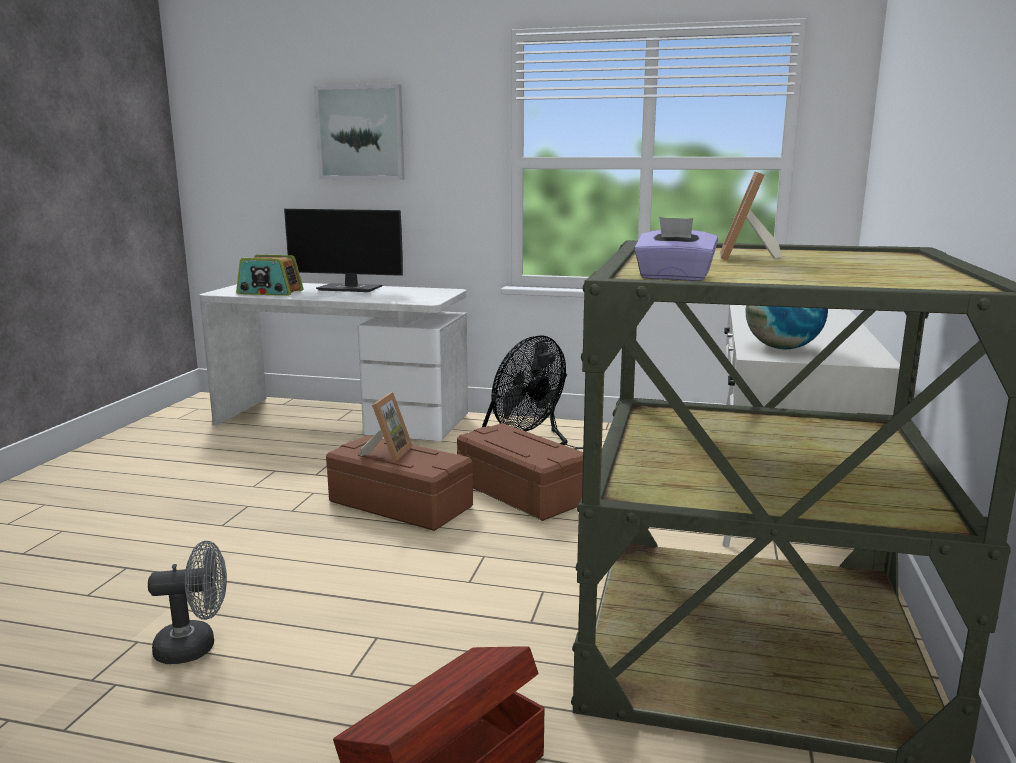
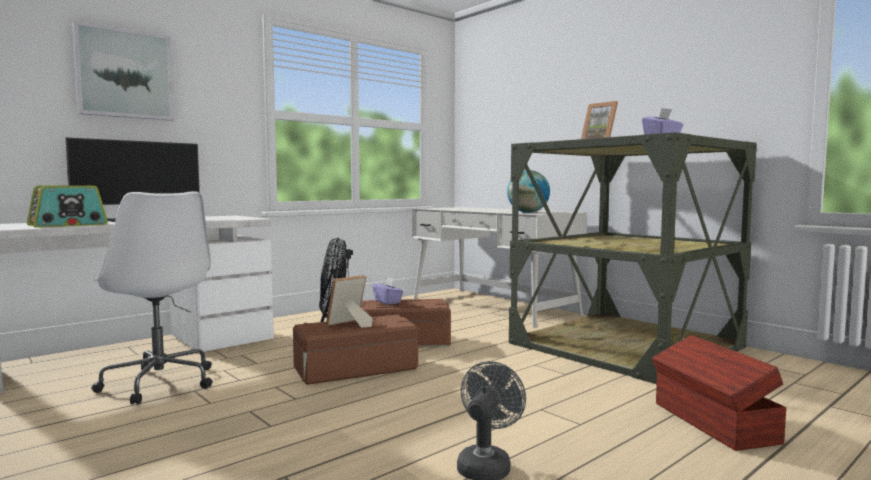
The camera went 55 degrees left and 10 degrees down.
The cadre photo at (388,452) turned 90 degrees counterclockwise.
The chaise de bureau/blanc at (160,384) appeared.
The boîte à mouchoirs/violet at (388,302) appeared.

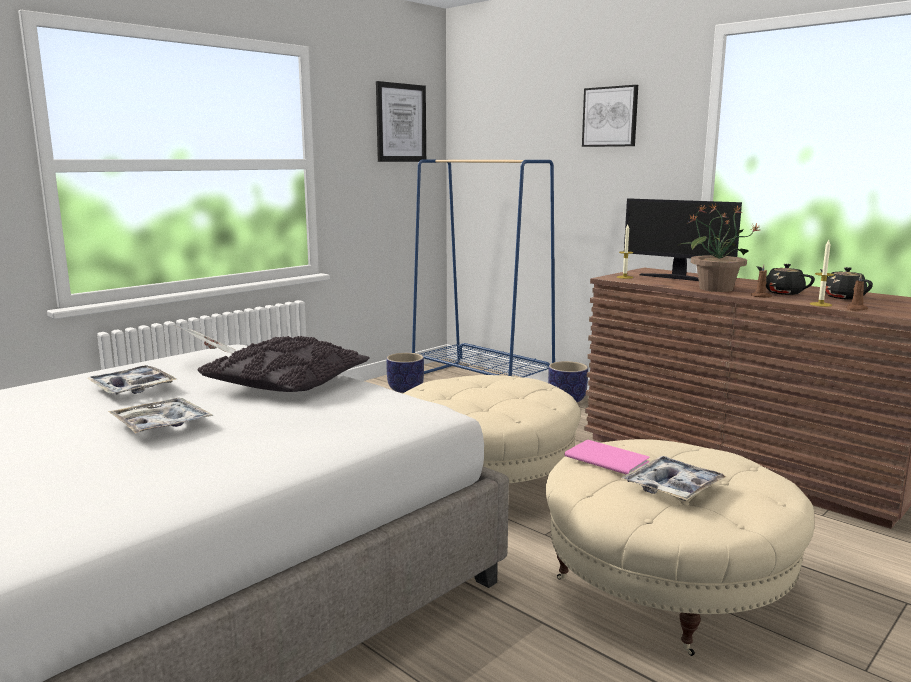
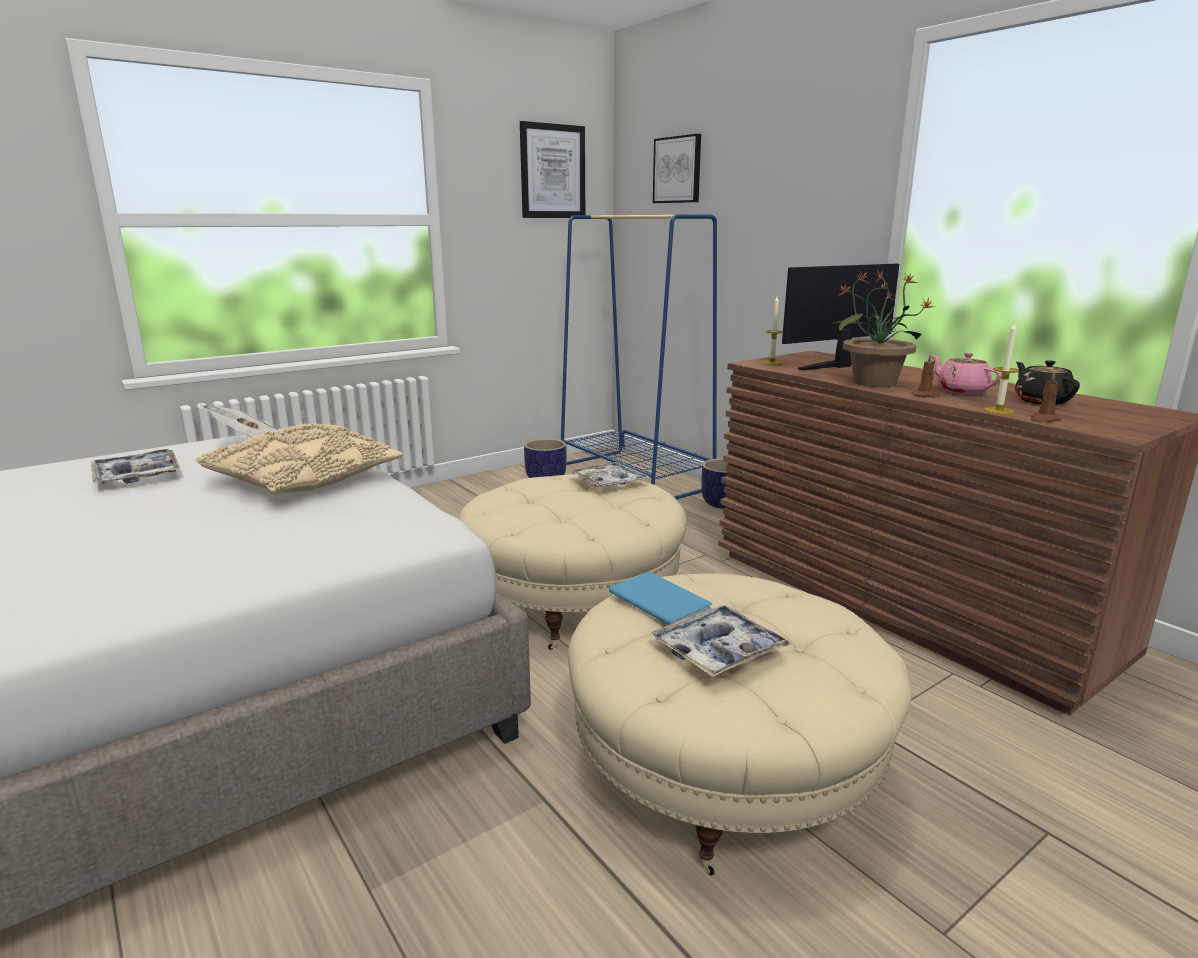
The camera went 10 degrees right and 5 degrees up.
The tableau moved from (610,117) to (678,170).
The écran d'ordinateur at (677,278) turned 105 degrees clockwise.
The théière/noir at (783,292) became the théière/rose at (961,391).
The coussin/noir at (286,384) became the coussin/beige at (303,480).
The plateau moved from (161,425) to (609,482).
The livre/rose at (606,458) became the livre/bleu at (660,599).

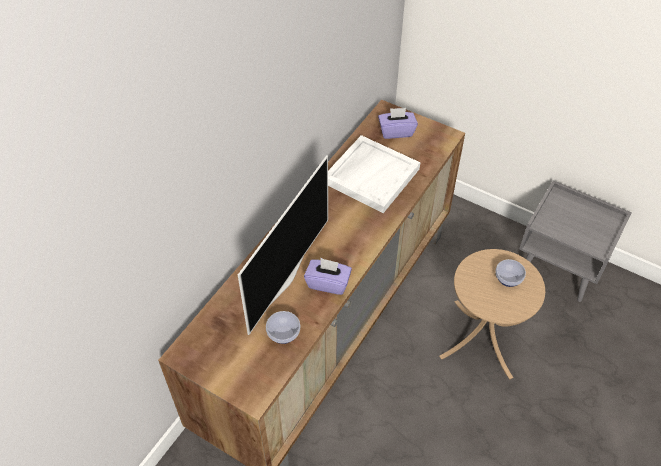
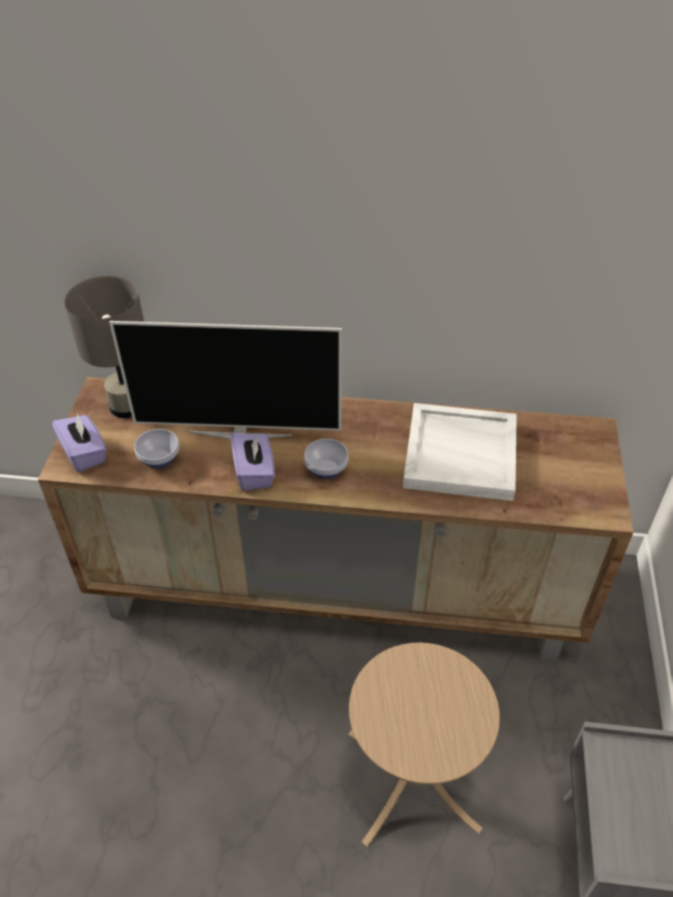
The camera went 65 degrees right and 5 degrees down.
The boîte à mouchoirs/violet moved from (396,131) to (84,453).
The bol moved from (508,280) to (325,470).
The lampe de table/gris at (126,405) appeared.

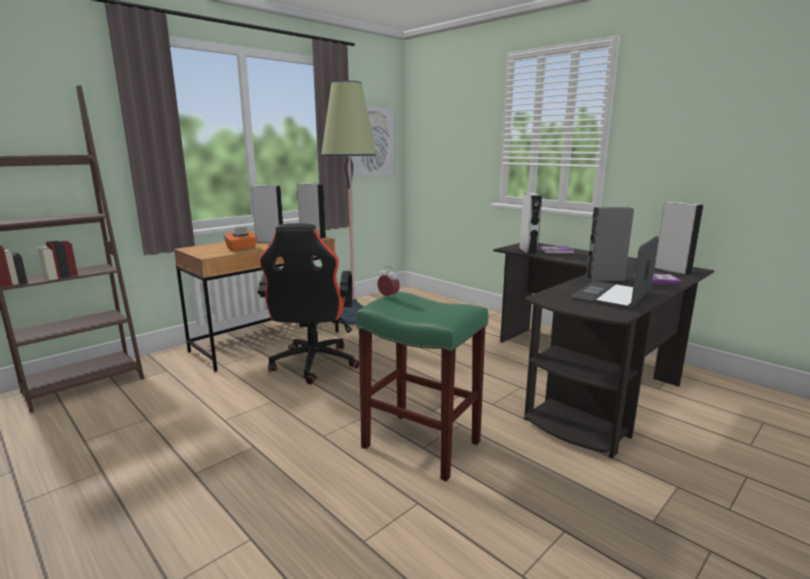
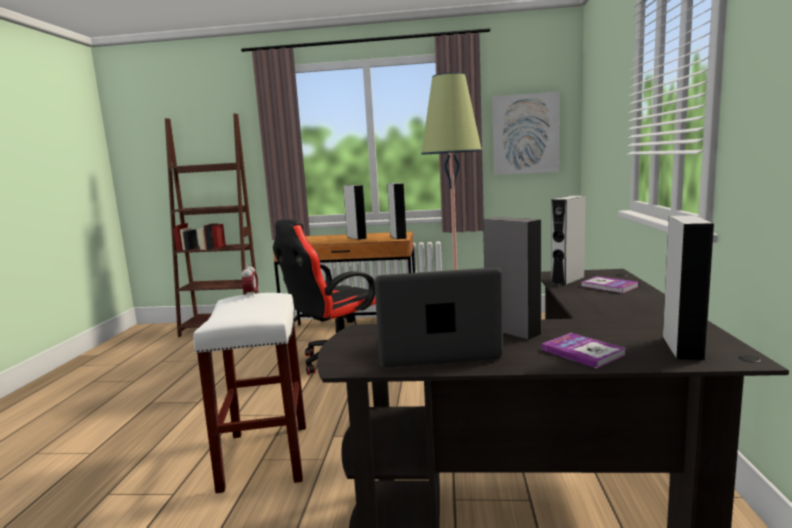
The camera went 50 degrees right and 5 degrees down.
The boîte à mouchoirs/orange at (241,249) disappeared.
The tabouret/vert at (419,444) became the tabouret/blanc at (264,456).

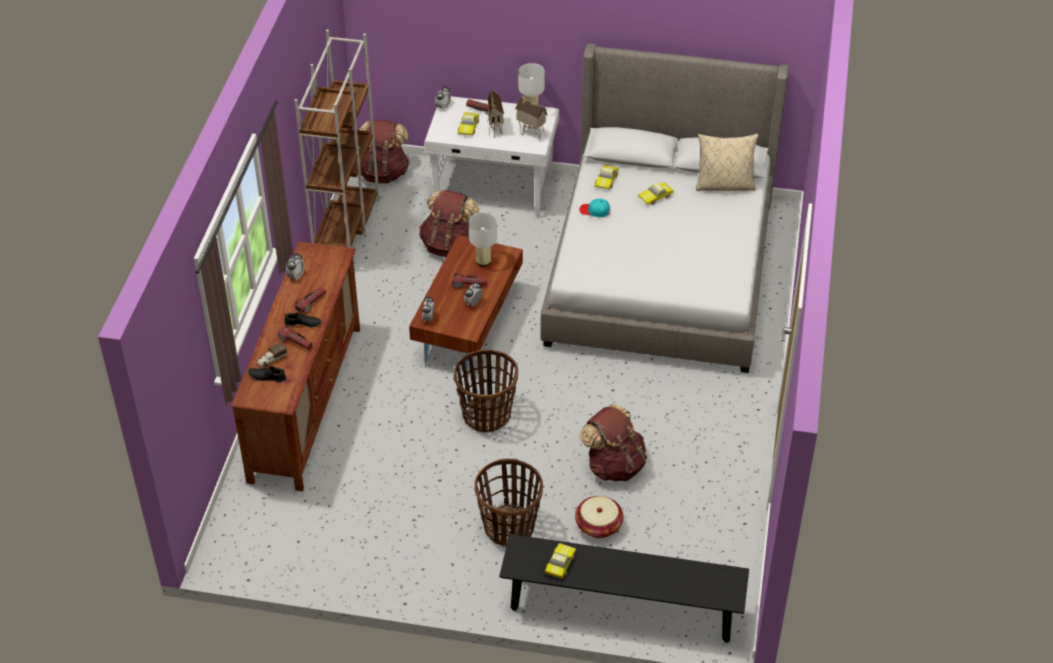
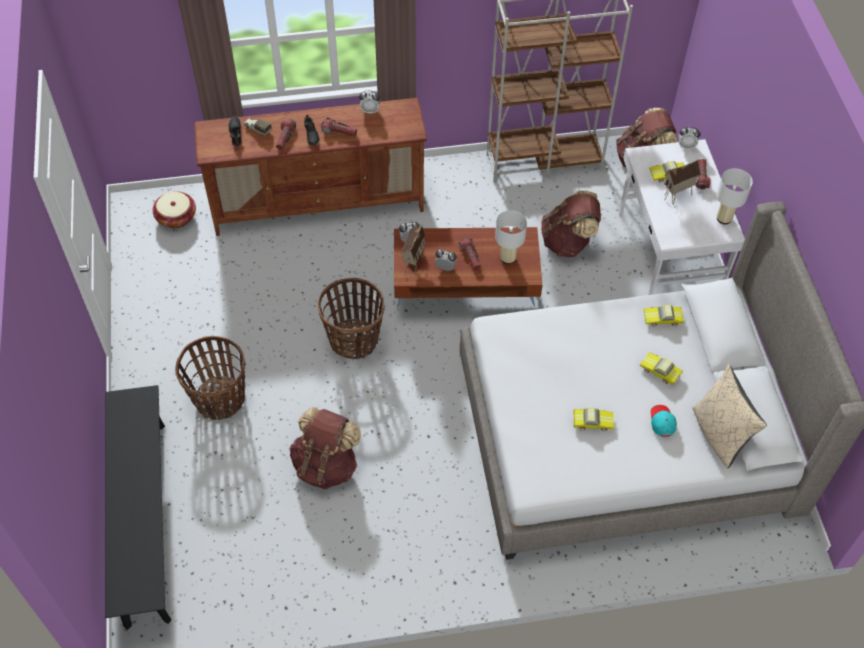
The camera went 70 degrees right and 10 degrees up.
The maison miniature moved from (531,135) to (412,264).
The casquette/turquoise moved from (595,211) to (662,422).
The panier moved from (598,525) to (176,217).
The petite voiture moved from (559,563) to (592,421).

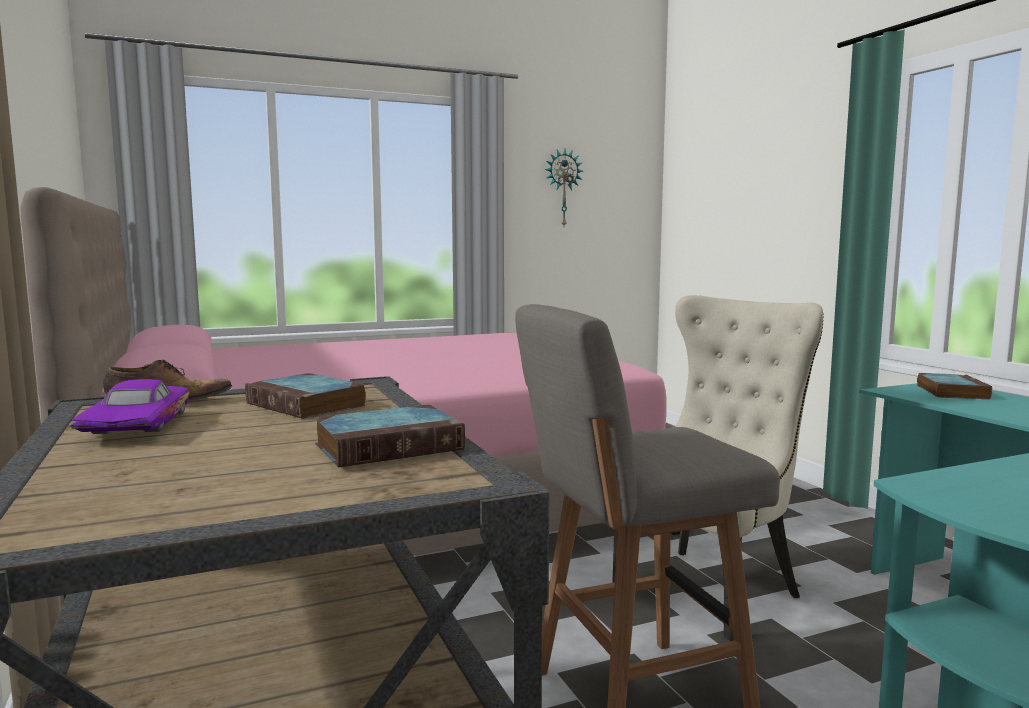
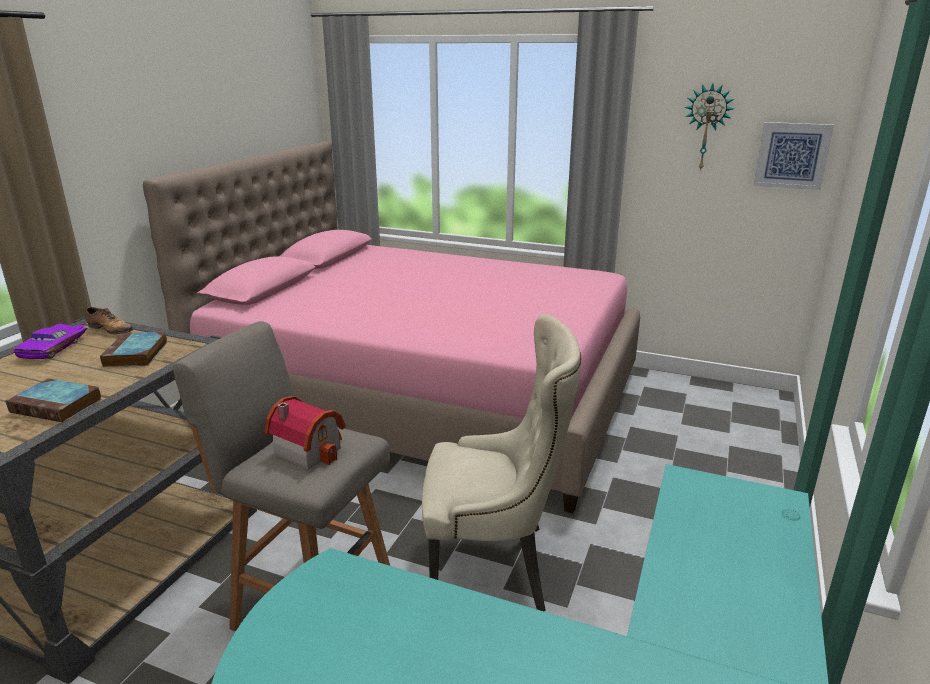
The camera went 45 degrees right and 15 degrees up.
The livre at (950,391) disappeared.
The petite voiture/violet at (132,426) turned 150 degrees clockwise.
The tableau at (792,155) appeared.
The maison miniature at (309,449) appeared.

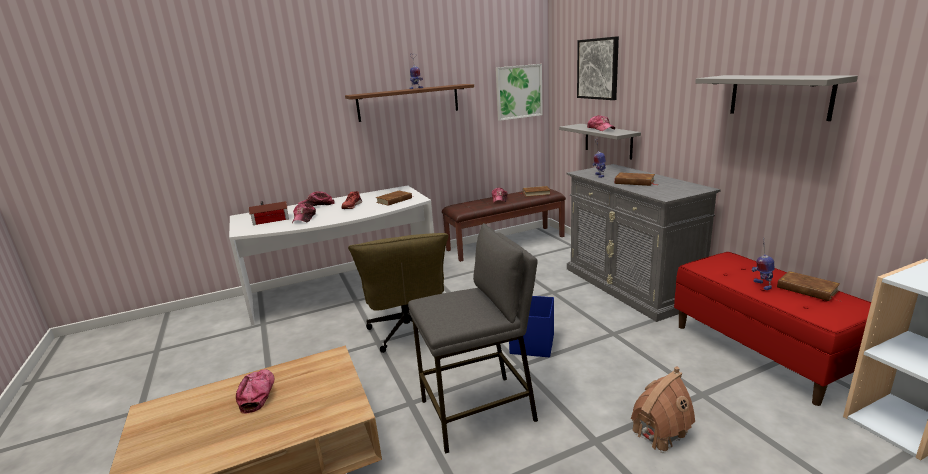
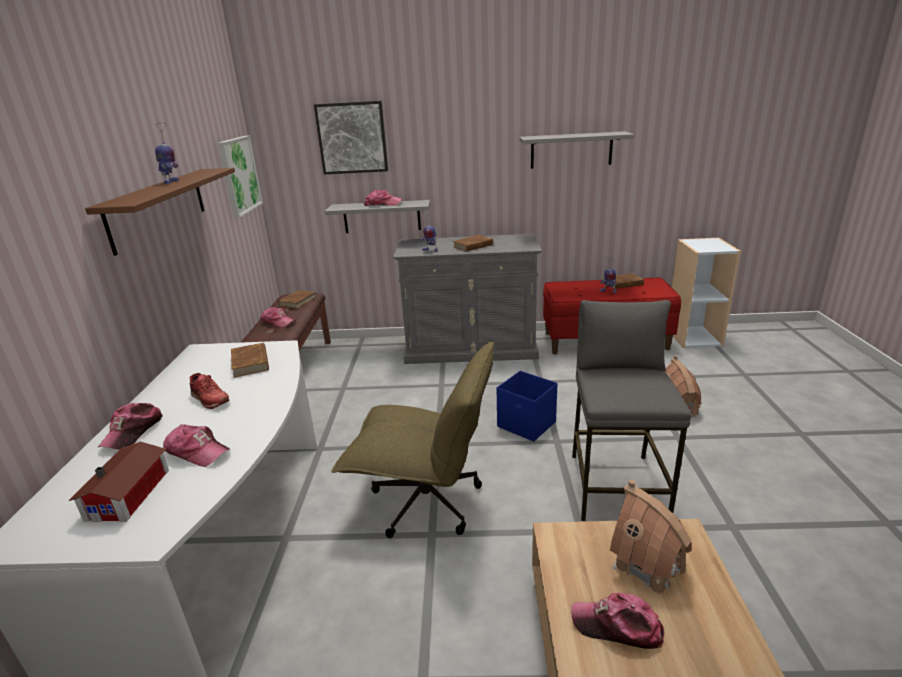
The camera went 65 degrees left and 5 degrees up.
The maison miniature at (648,565) appeared.

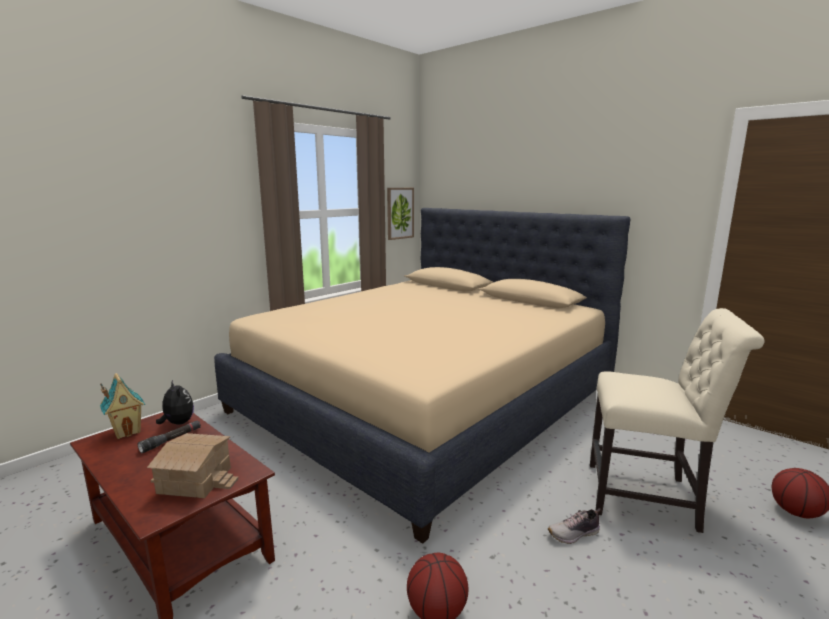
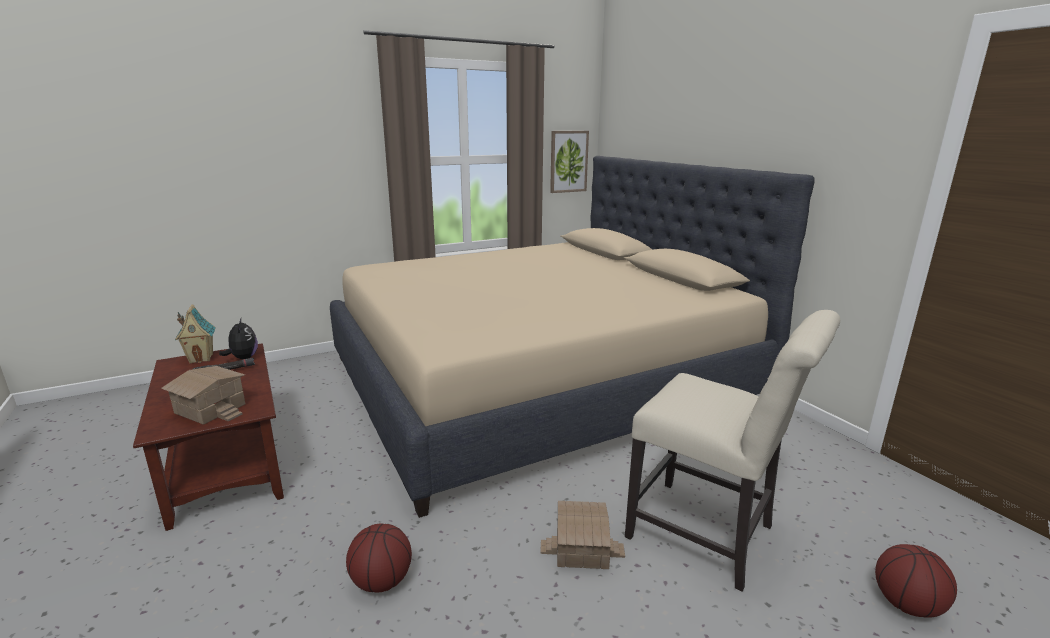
The camera went 20 degrees right and 5 degrees up.
The chaussure at (574,534) was replaced by the maison miniature at (582,550).

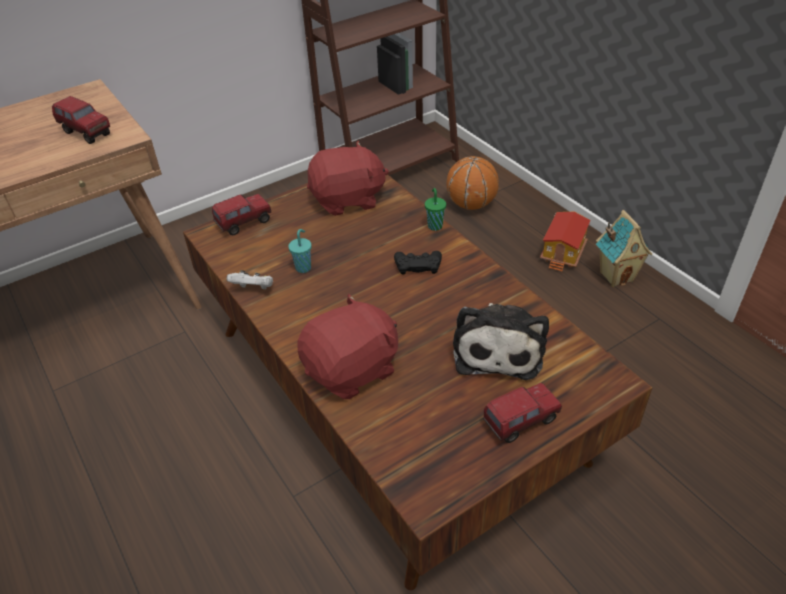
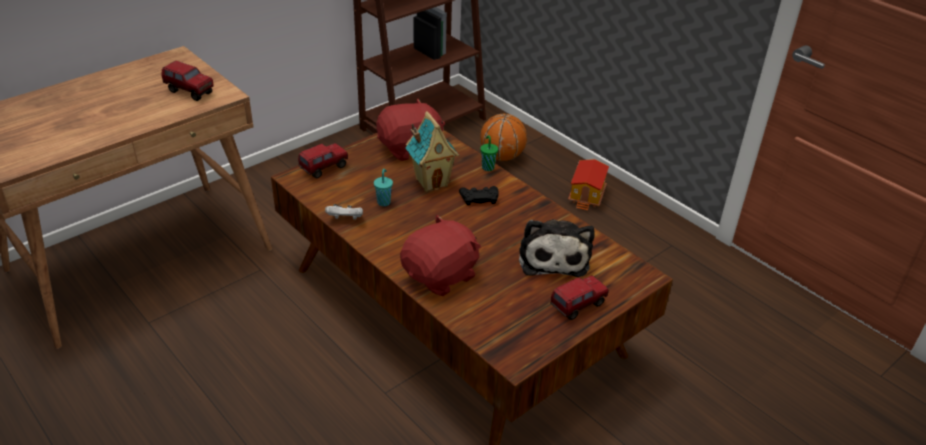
The camera went 10 degrees left and 5 degrees down.
The maison miniature moved from (616,276) to (431,182).

